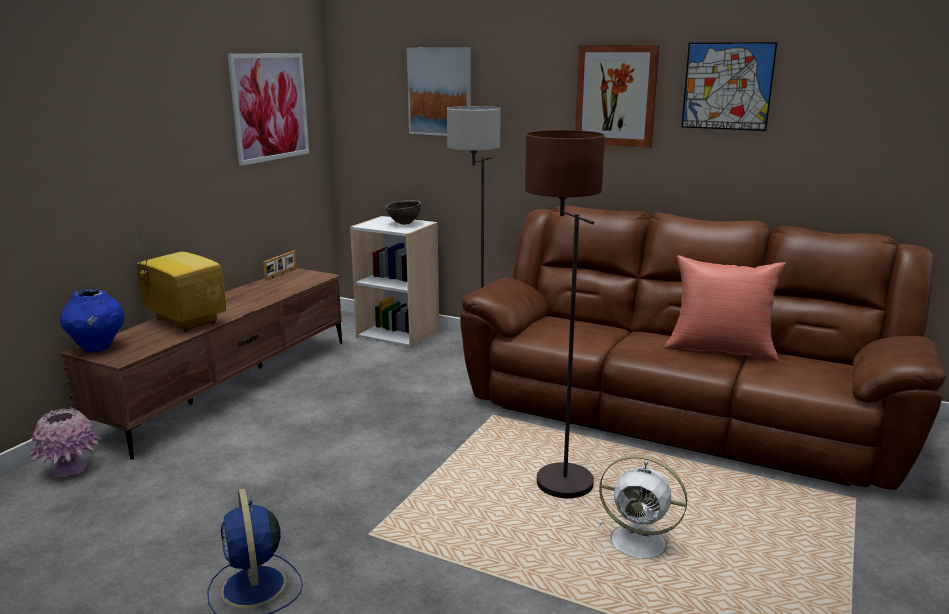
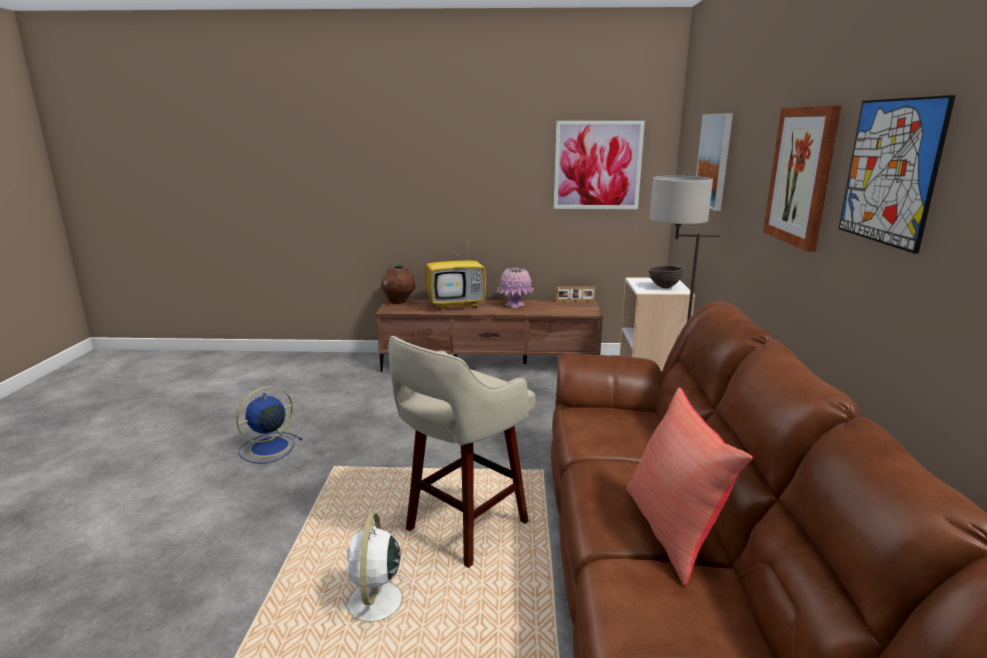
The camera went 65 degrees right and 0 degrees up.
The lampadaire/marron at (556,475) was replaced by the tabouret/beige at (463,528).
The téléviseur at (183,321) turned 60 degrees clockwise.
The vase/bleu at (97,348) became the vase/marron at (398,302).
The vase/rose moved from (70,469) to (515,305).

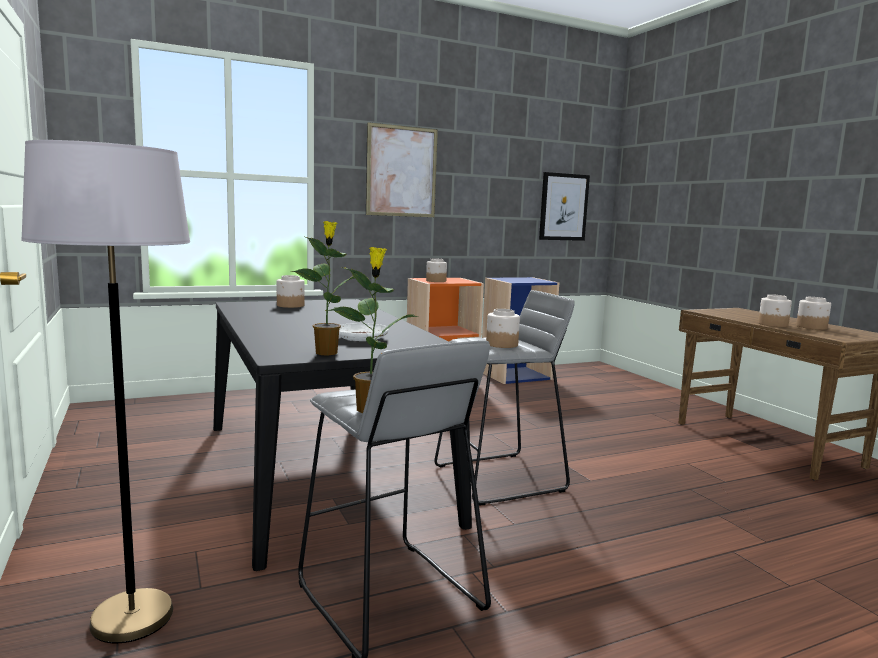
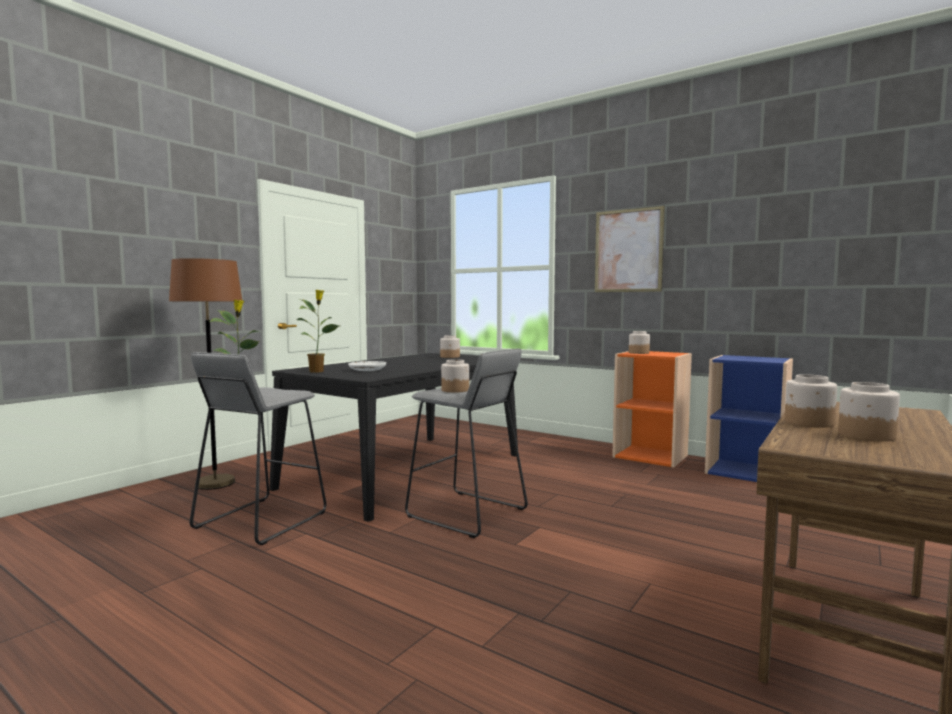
The camera went 60 degrees right and 5 degrees down.
The lampadaire/gris at (132,618) became the lampadaire/marron at (215,483).
The tableau at (563,207) disappeared.

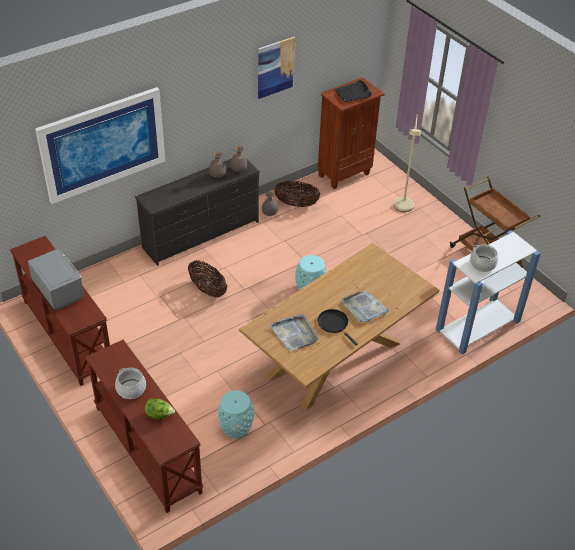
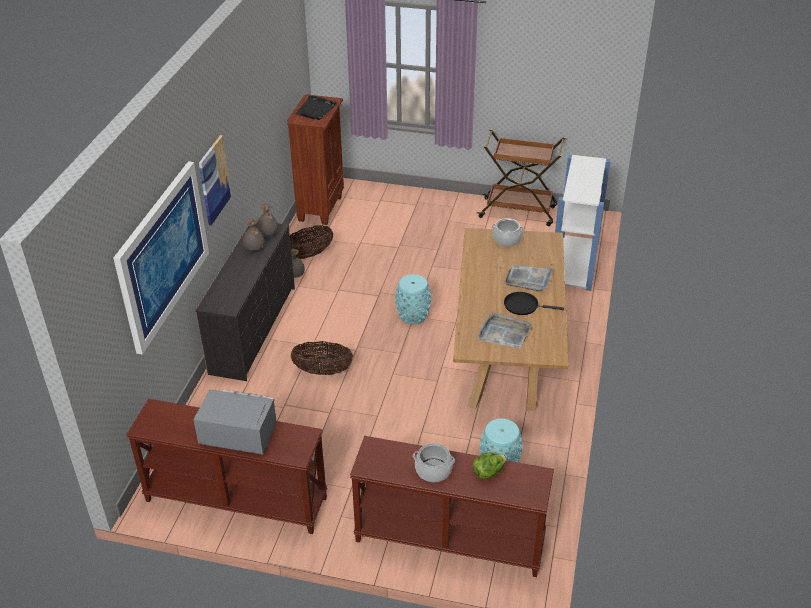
The camera went 40 degrees left and 5 degrees down.
The tableau moved from (275,67) to (214,180).
The lampadaire/beige at (403,209) disappeared.
The marmite moved from (482,264) to (506,239).

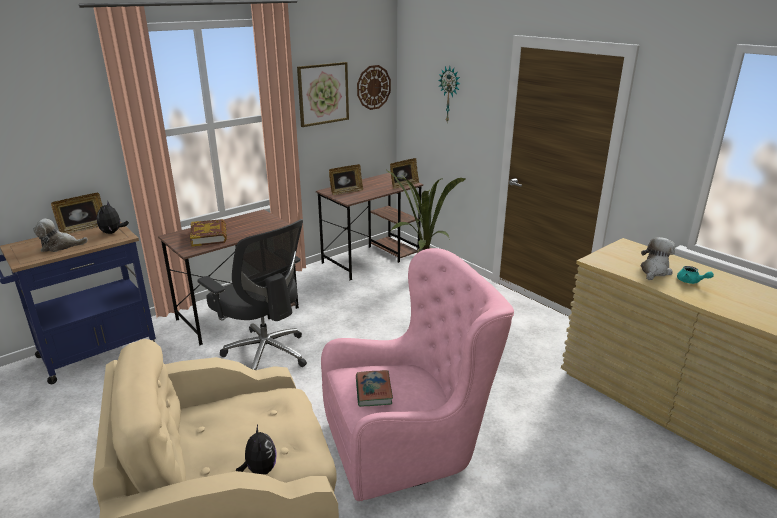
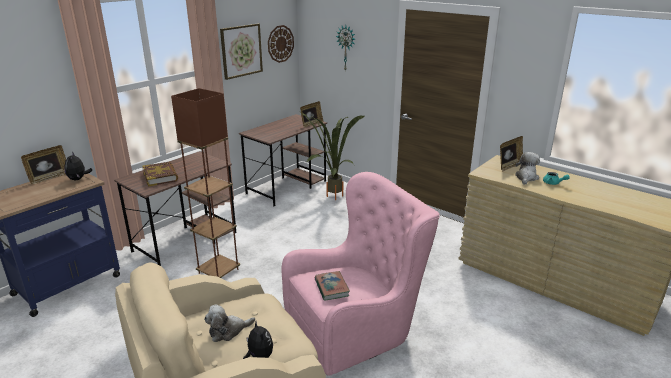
The camera went 10 degrees left and 0 degrees up.
The cadre photo moved from (346,192) to (509,166).
The peluche moved from (60,246) to (228,331).
The chaise de bureau at (265,352) was replaced by the lampadaire/marron at (218,271).

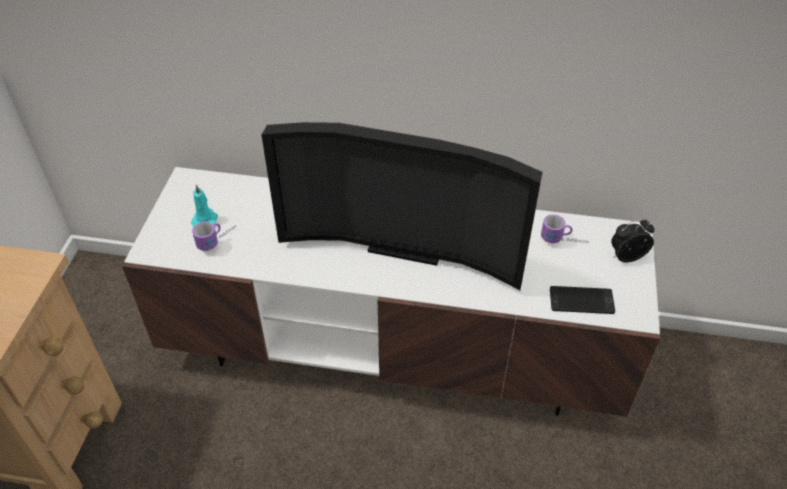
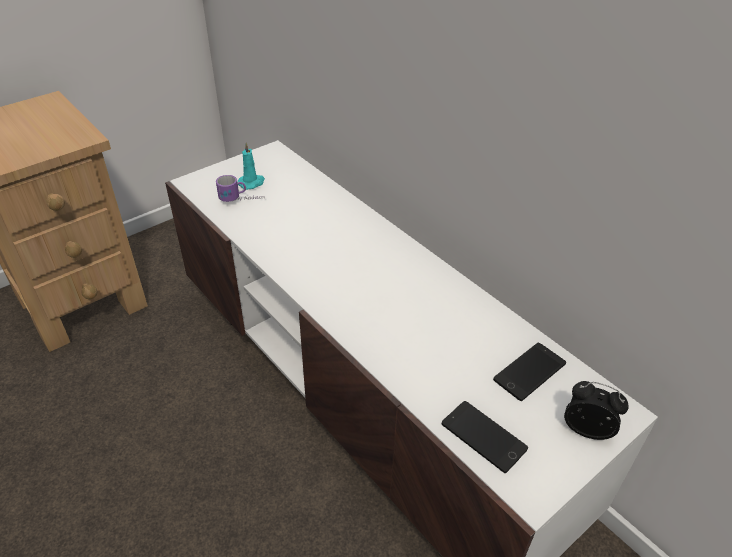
The camera went 40 degrees right and 5 degrees down.
The téléviseur at (405,243) disappeared.
The mug at (563,241) was replaced by the téléphone at (529,372).

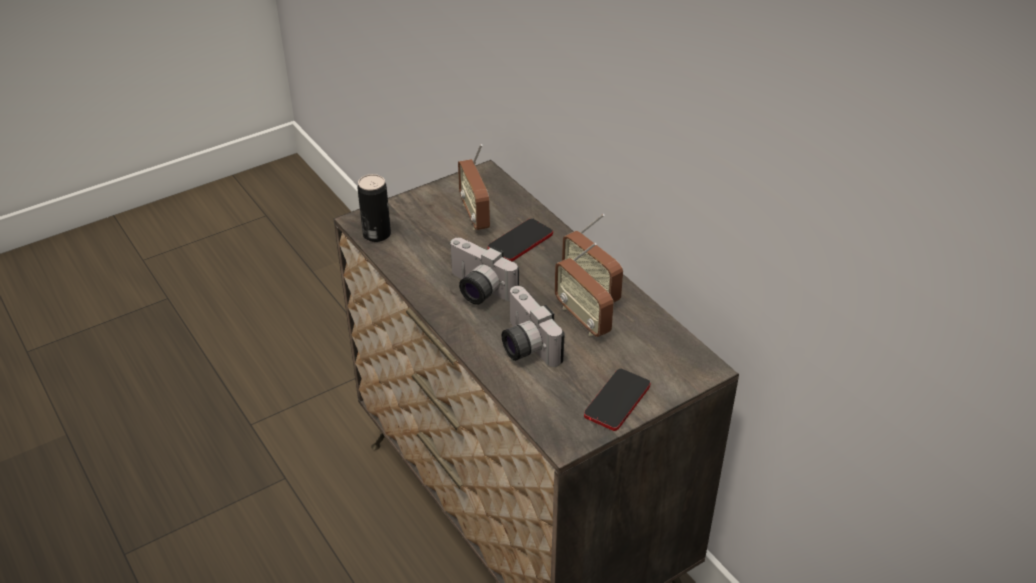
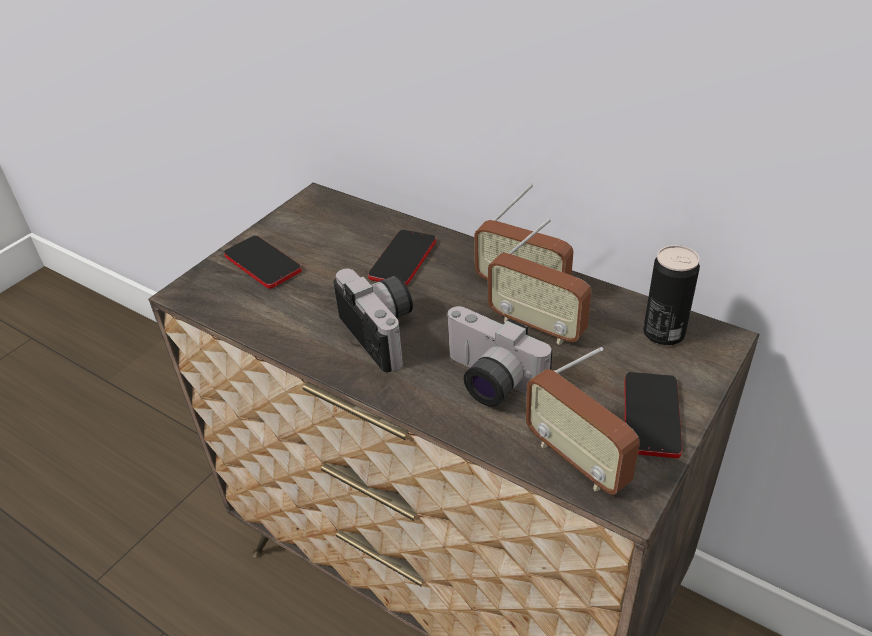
The camera went 20 degrees left and 0 degrees up.
The radio moved from (475,215) to (576,460).
The boîte métallique moved from (377,234) to (663,333).
The appareil photo at (477,290) turned 135 degrees counterclockwise.
The téléphone at (262,263) appeared.

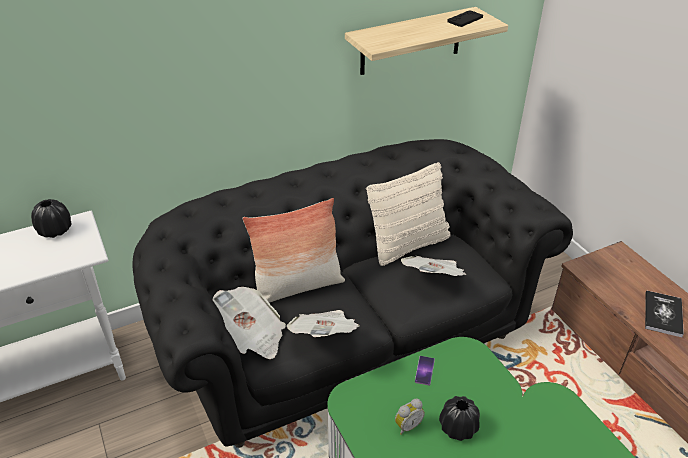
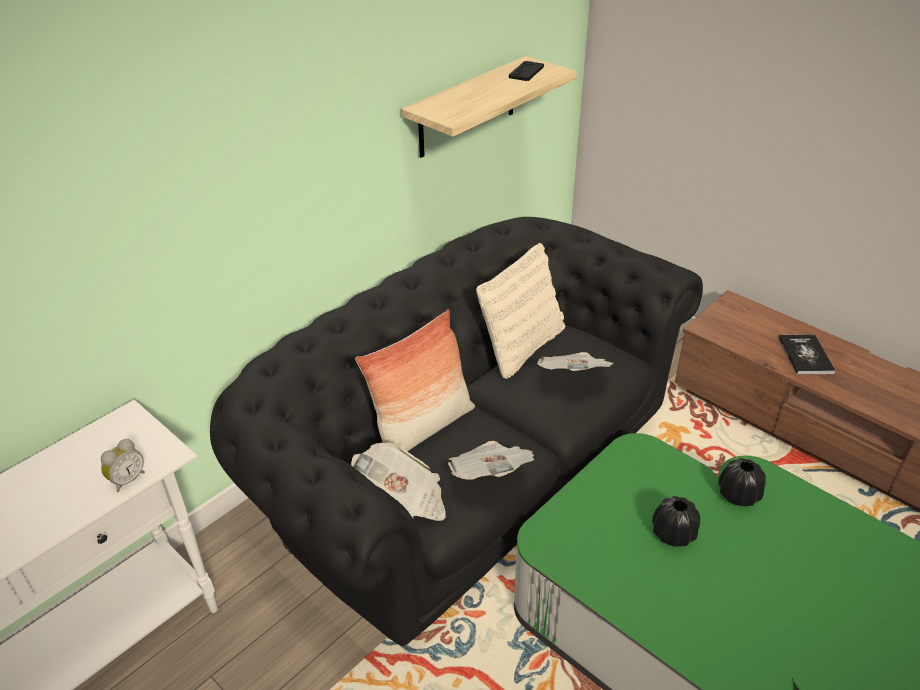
The camera went 20 degrees left and 0 degrees up.
The vase/noir moved from (55,230) to (738,495).
The téléphone at (424,370) disappeared.
The réveil moved from (407,425) to (127,479).

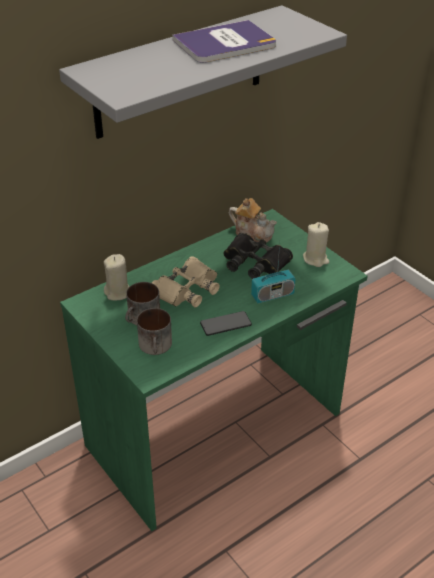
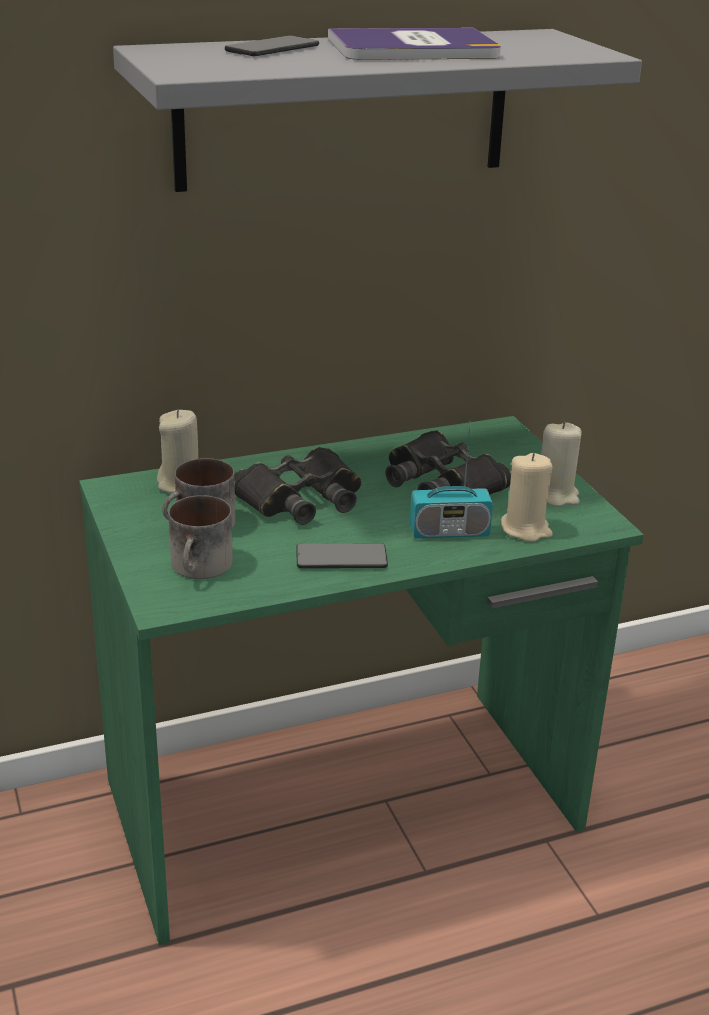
The camera went 15 degrees right and 10 degrees down.
The théière at (253,233) disappeared.
The jumelles/beige at (187,289) became the jumelles/noir at (301,498).
The téléphone at (272,49) appeared.
The bougie/beige at (526,529) appeared.

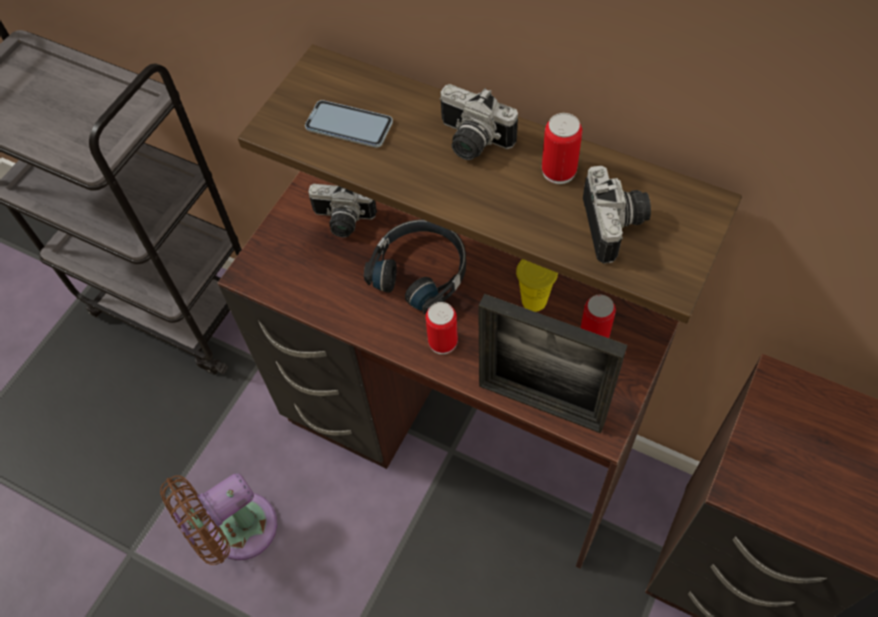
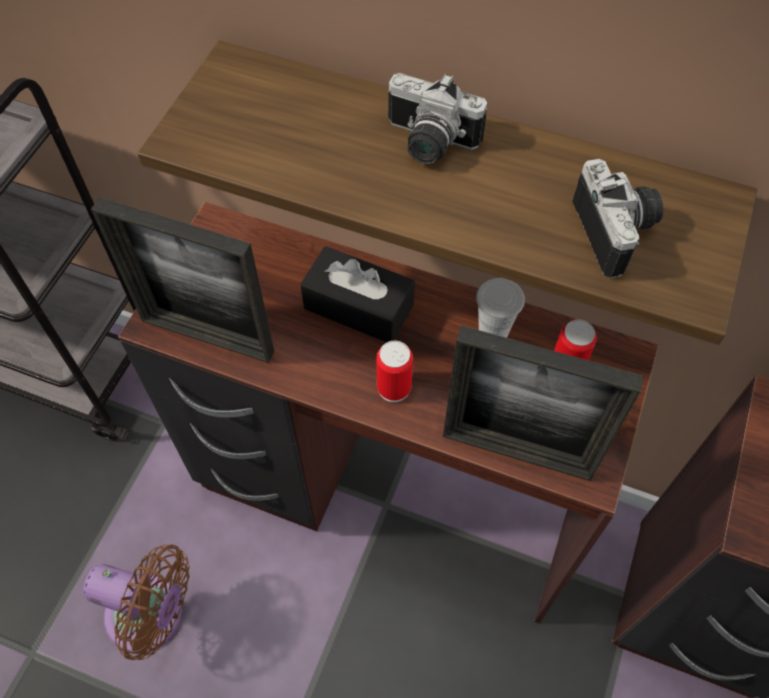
The camera went 10 degrees left and 0 degrees up.
The téléphone at (349,125) disappeared.
The boîte métallique at (558,171) disappeared.
The appareil photo at (342,222) disappeared.
The casque audio/noir at (421,270) was replaced by the boîte à mouchoirs/noir at (358,306).
The tasse/jaune at (534,301) became the tasse/blanc at (493,332).
The ventilateur/marron at (235,531) turned 120 degrees counterclockwise.
The cadre photo at (207,336) appeared.

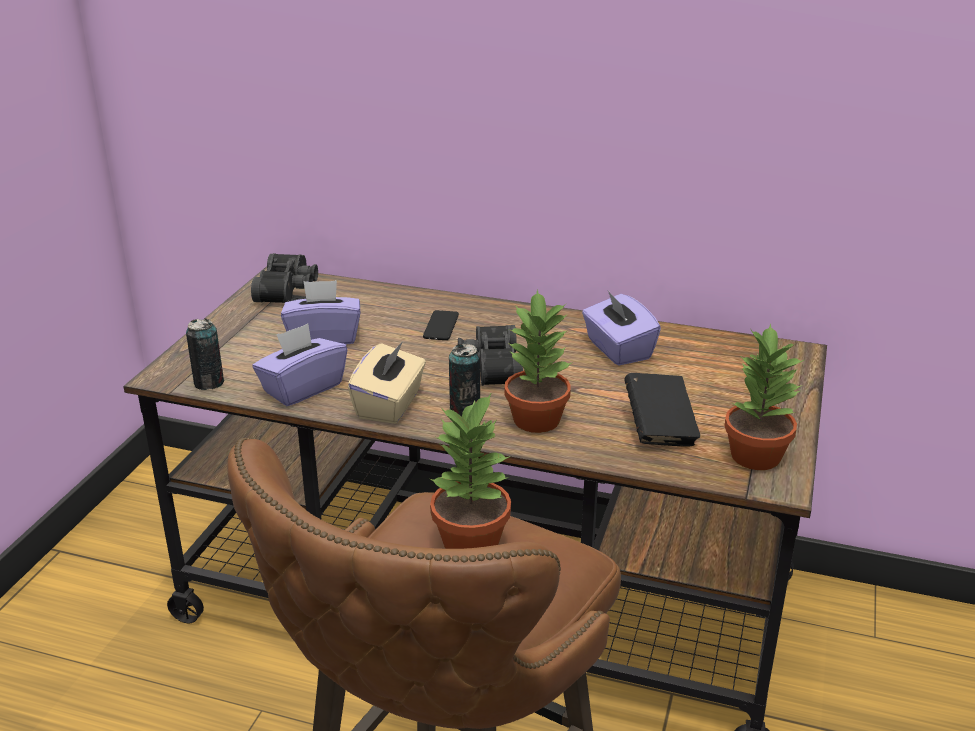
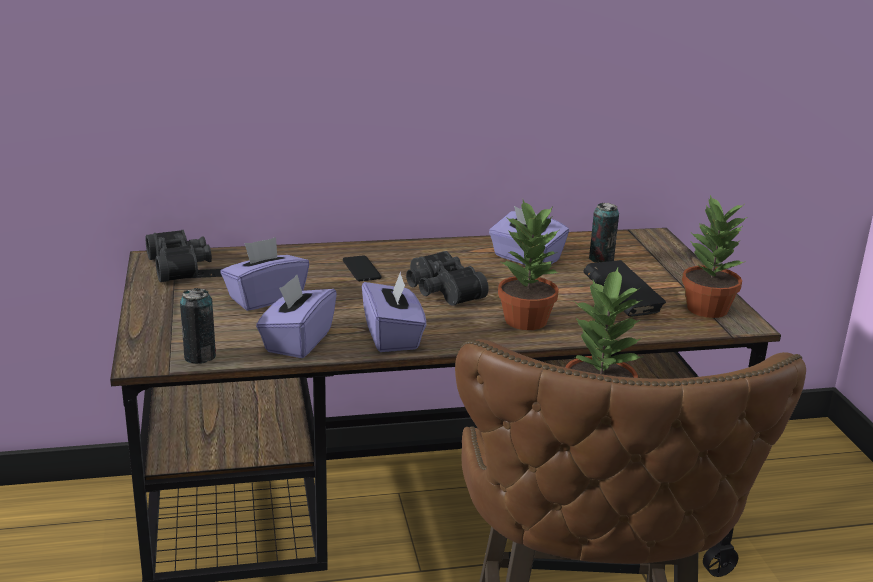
The camera went 30 degrees left and 5 degrees down.
The boîte à mouchoirs/beige at (390,405) became the boîte à mouchoirs/violet at (393,336).
The boîte métallique moved from (465,410) to (601,259).

